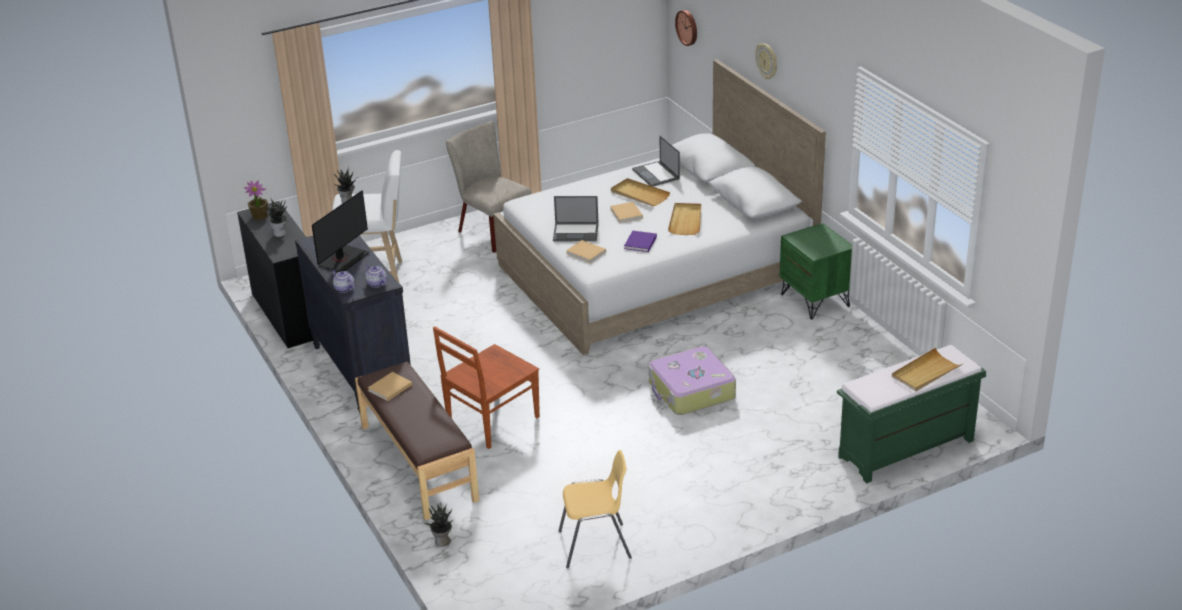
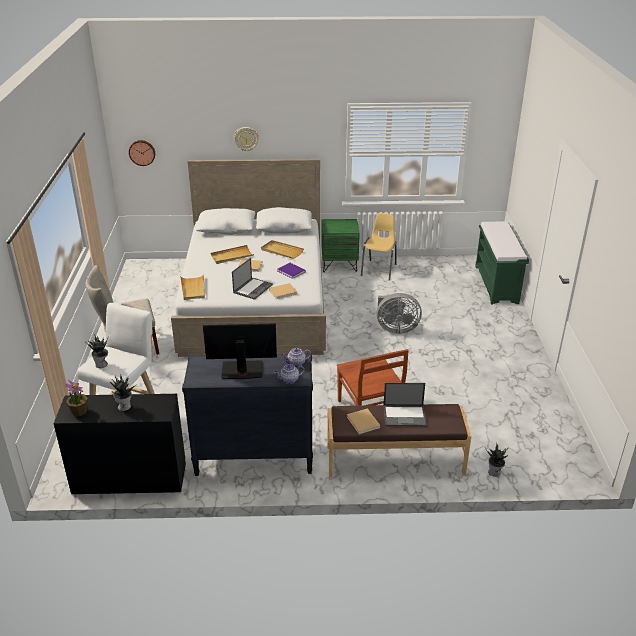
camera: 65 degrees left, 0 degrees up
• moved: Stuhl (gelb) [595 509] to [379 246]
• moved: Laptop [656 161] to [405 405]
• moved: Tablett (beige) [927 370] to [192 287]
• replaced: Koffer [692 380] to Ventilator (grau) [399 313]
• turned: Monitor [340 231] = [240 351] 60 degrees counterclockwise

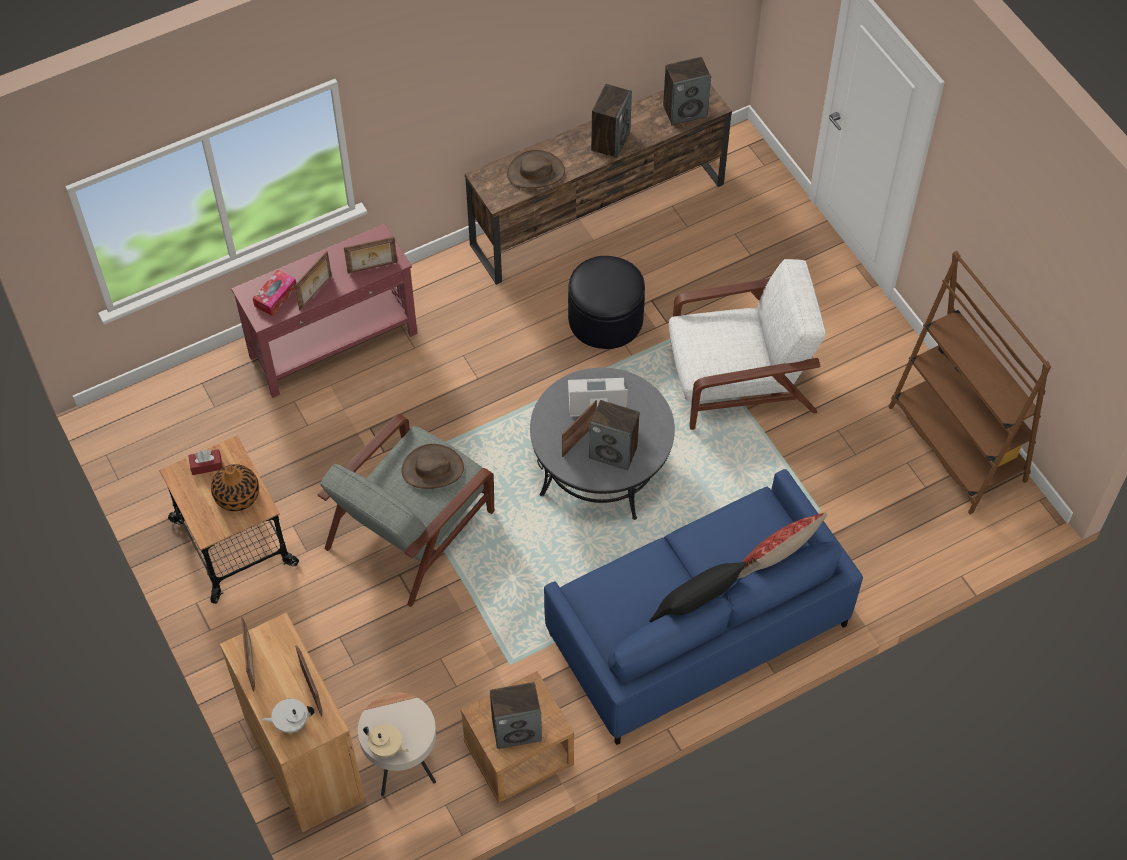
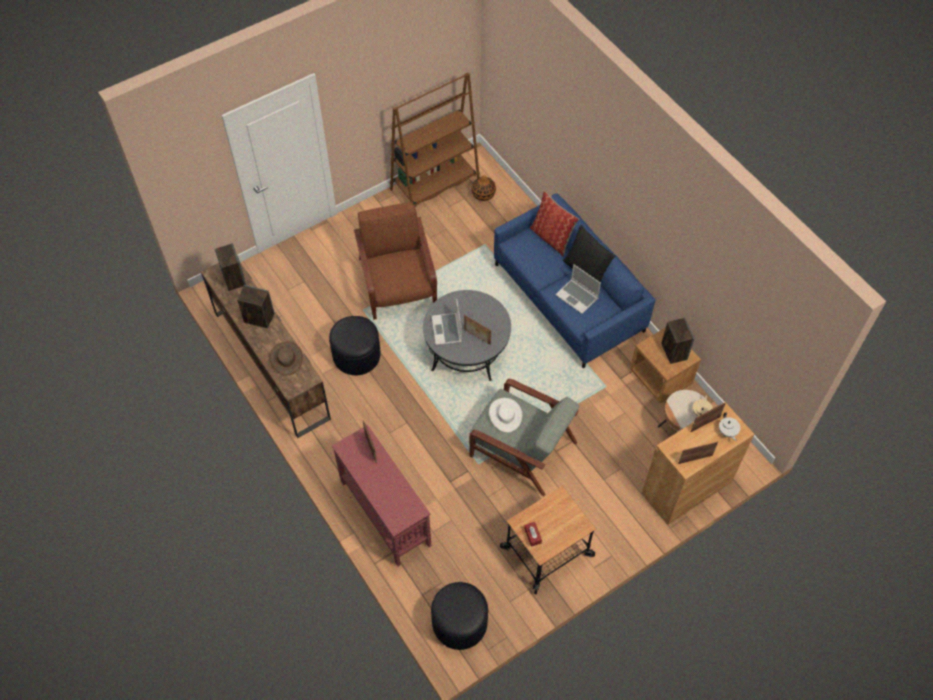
camera: 95 degrees left, 0 degrees up
• removed: Taschentuchbox [274 293]
• removed: Bilderrahmen [313 280]
• removed: Lautsprecher [614 435]
• added: Polsterhocker (schwarz) [459 616]
• added: Laptop [578 289]
• moved: Vase [235 487] to [483 188]
• recoloured: Hut (braun) [433 466] to Hut (weiß) [505 415]
• recoloured: Sessel (weiß) [747 344] to Sessel (braun) [395 261]

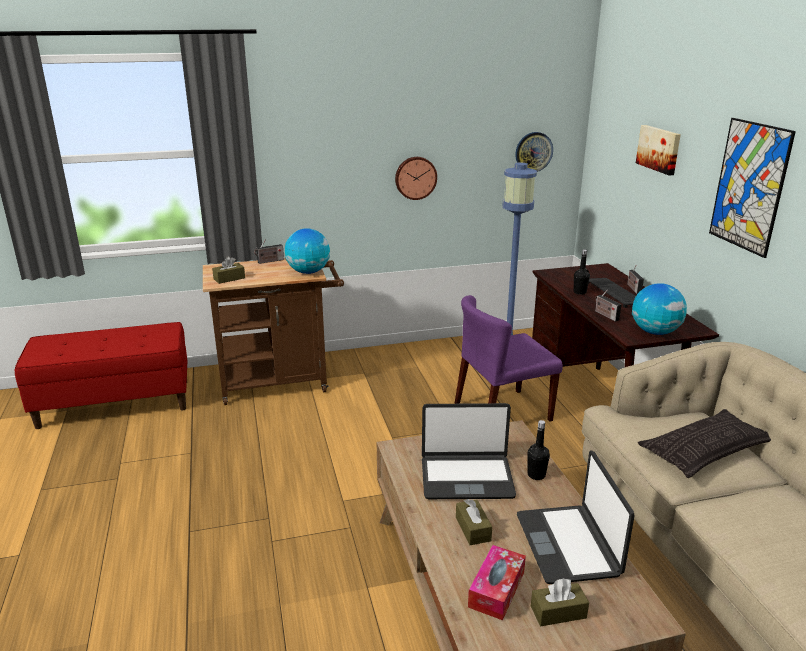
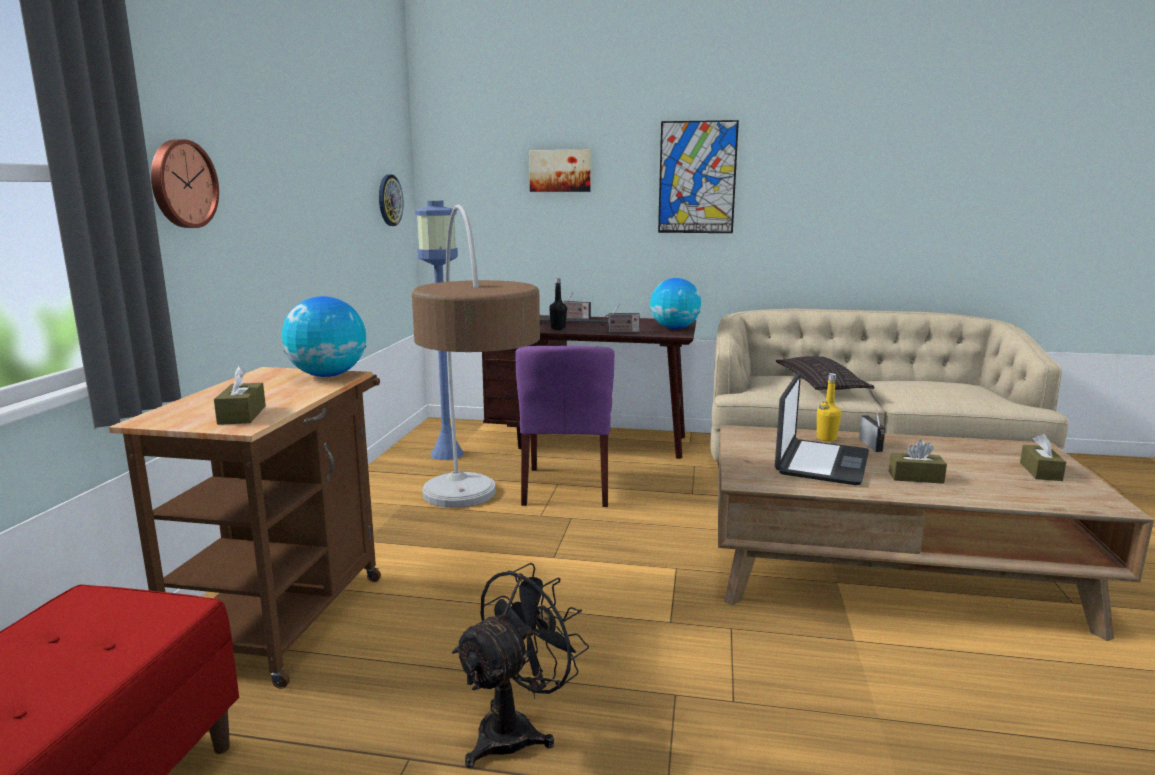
camera: 65 degrees left, 10 degrees down
• removed: Taschentuchbox [497 582]
• removed: Laptop [575 517]
• added: Stehlampe [476 356]
• added: Ventilator (schwarz) [520 665]
• moved: Radio [269 251] to [872 431]
• moved: Wanduhr [416 178] to [185 183]
• recoloured: Flasche (schwarz) [538 450] to Flasche (gelb) [829 407]

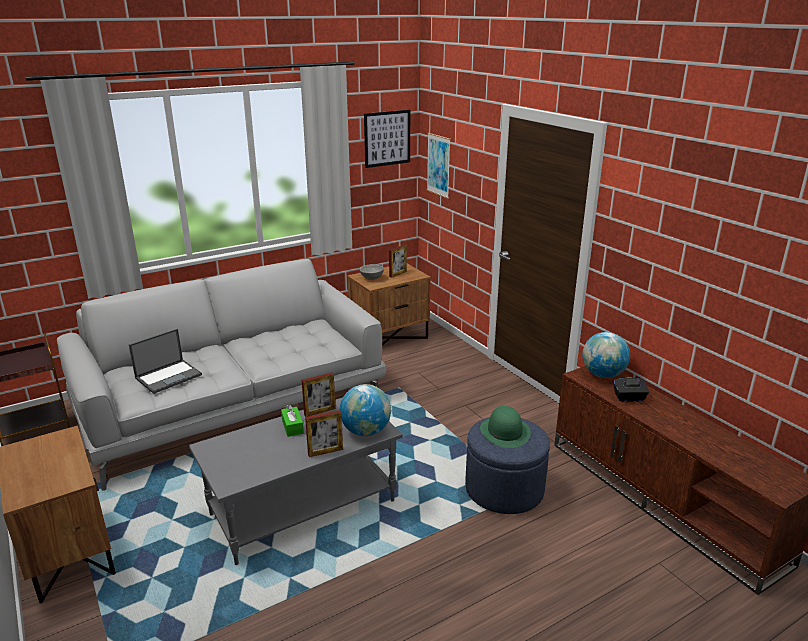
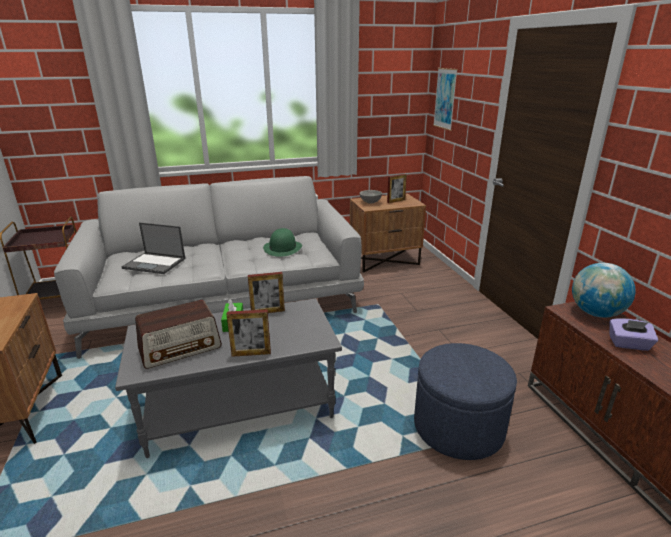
camera: 15 degrees right, 0 degrees up
• removed: Globus [365 410]
• removed: Bild [387 139]
• added: Radio [178 334]
• moved: Hut (grün) [505 427] to [282 242]
• recoloured: Taschentuchbox (schwarz) [631 389] to Taschentuchbox (lila) [633 334]
• turned: Laptop [165 361] = [153 248] 45 degrees clockwise

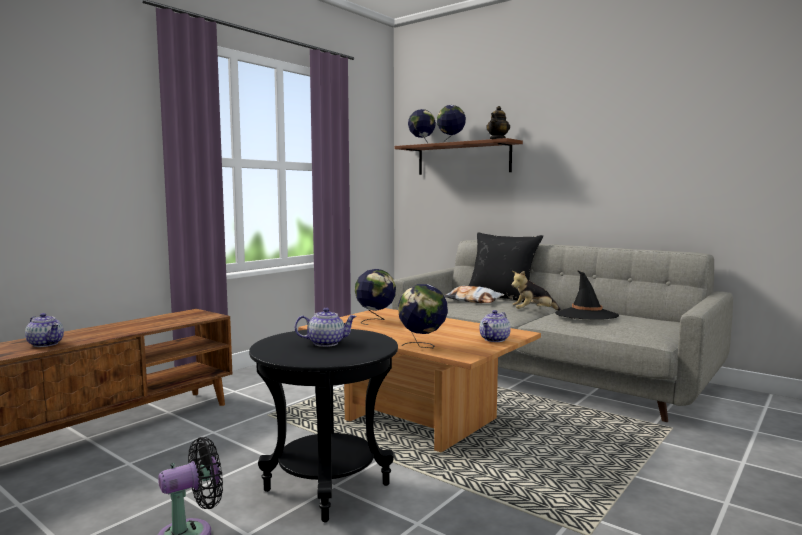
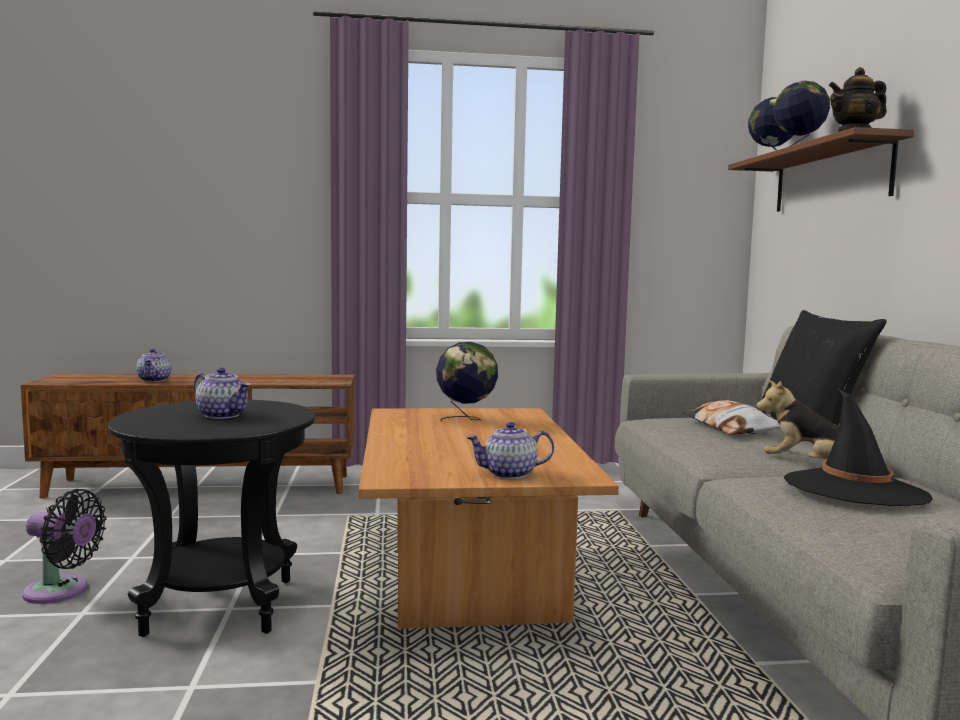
camera: 45 degrees right, 0 degrees up
• removed: Globus [423 316]

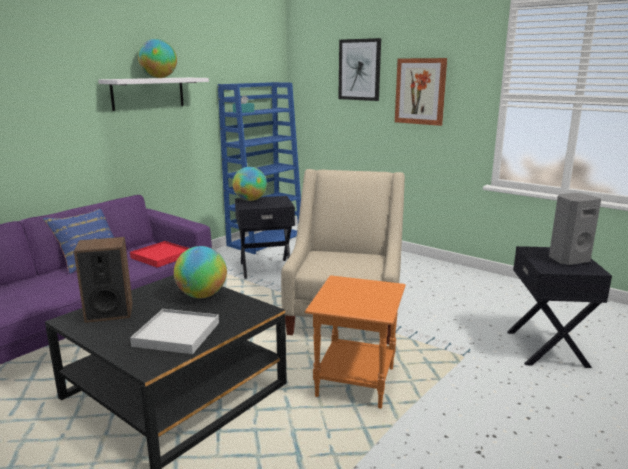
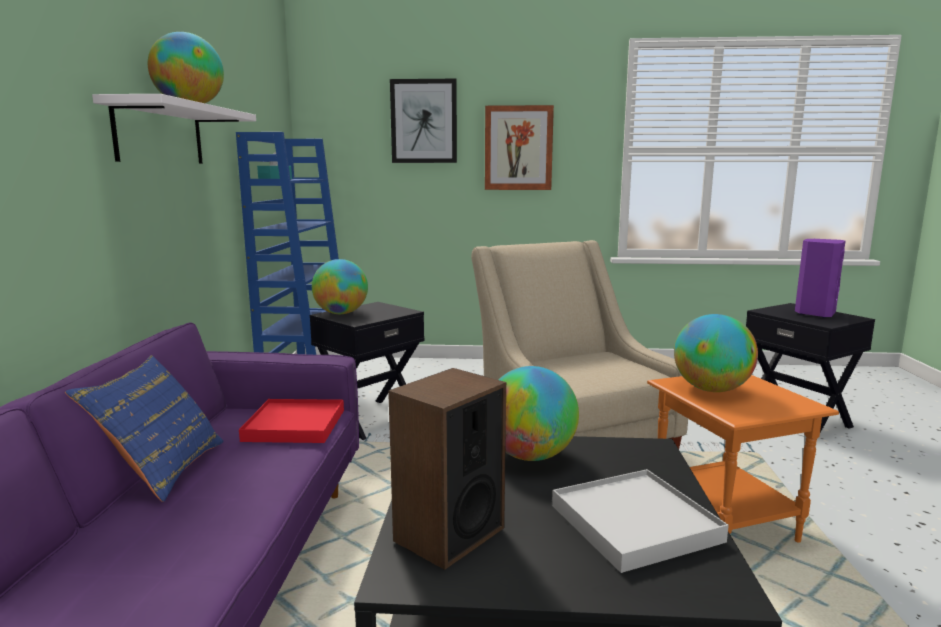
camera: 35 degrees left, 5 degrees down
• added: Globus [716 353]
• recoloured: Lautsprecher (grau) [575 229] to Lautsprecher (lila) [820 278]

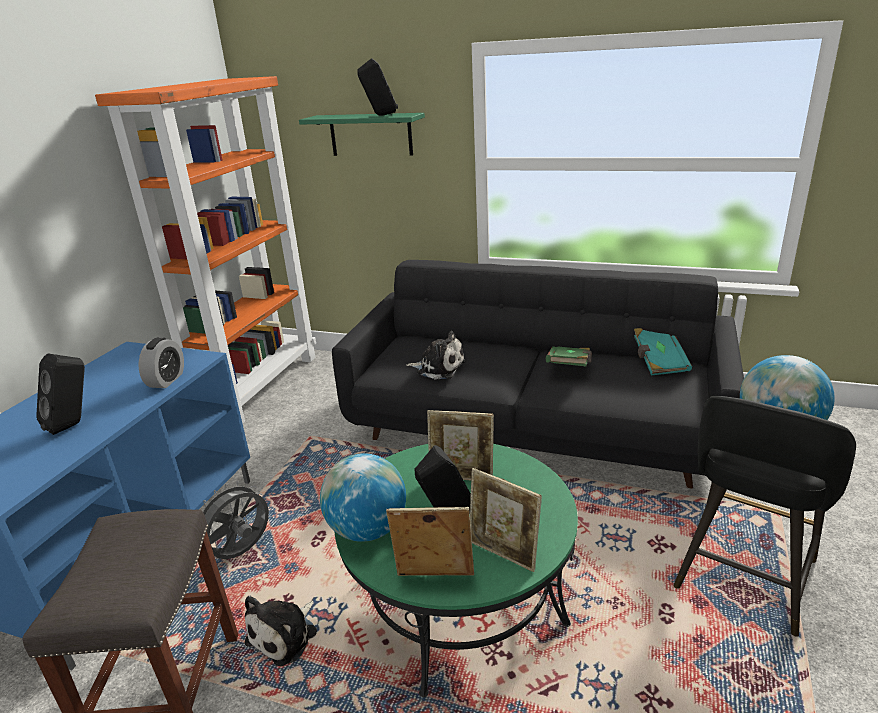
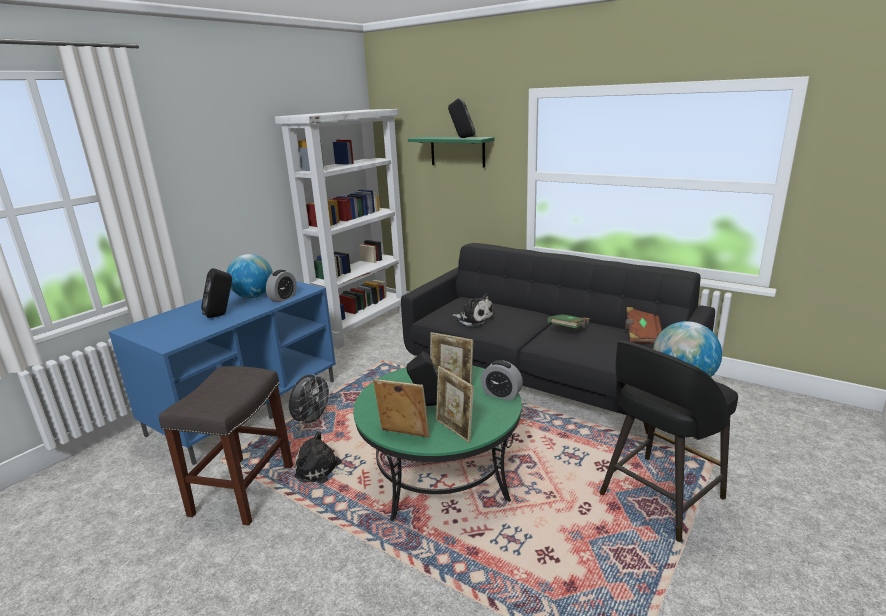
camera: 15 degrees right, 5 degrees down
• added: Wecker [502 380]
• moved: Globus [363 497] to [250 276]
• recoloured: Bücherregal (orange) [205 250] to Bücherregal (weiß) [341 229]
• recoloured: Buch (türkis) [663 351] to Buch (braun) [643 325]
• turned: Ventilator (grau) [236 520] = [311 400] 150 degrees clockwise
• turned: Plüschtier [281 631] = [322 457] 60 degrees clockwise

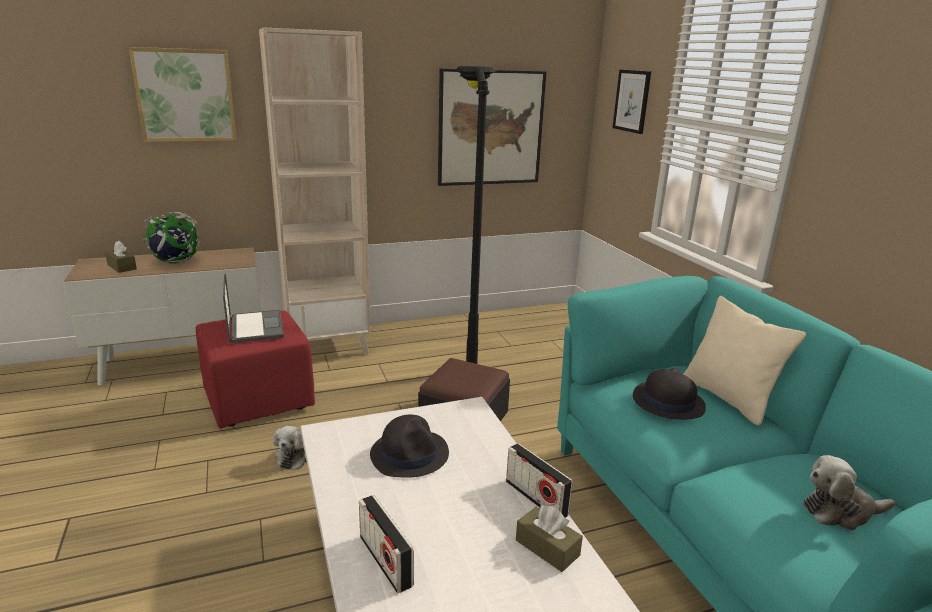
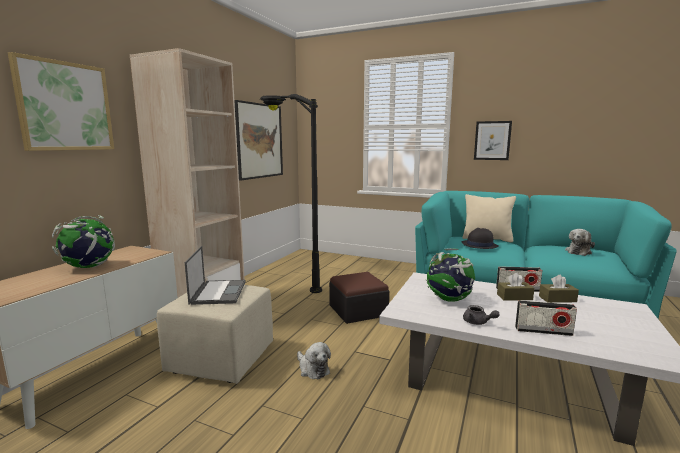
camera: 45 degrees left, 10 degrees down
• added: Teekanne (grau) [481 315]
• moved: Taschentuchbox (braun) [121 257] to [515 287]
• moved: Bild [631 102] to [493 140]
• replaced: Hut (schwarz) [409 446] to Globus [450 275]
• recoloured: Polsterhocker (rot) [255 369] to Polsterhocker (beige) [215 334]
• turned: Laptop [253 308] = [215 275] 60 degrees clockwise

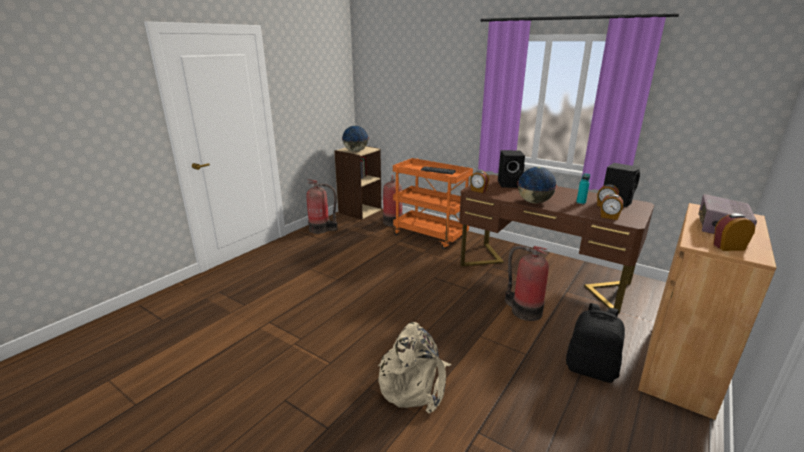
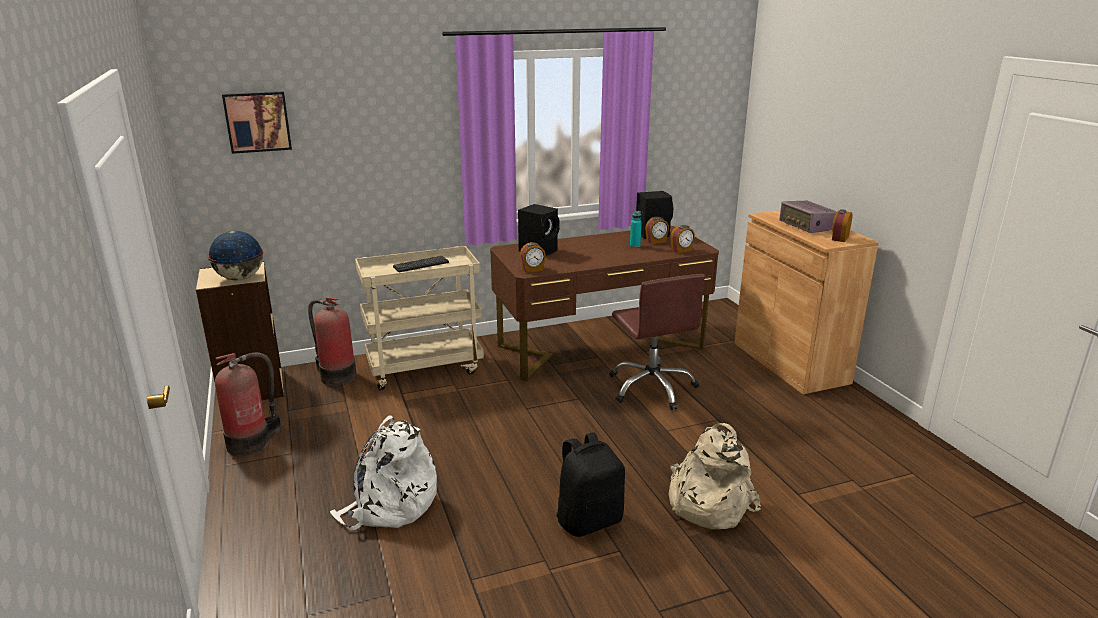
camera: 55 degrees left, 0 degrees up
• removed: Globus [537 185]
• added: Bild [257 122]
• added: Rucksack (weiß) [383 473]
• moved: Rucksack (schwarz) [595 343] to [590 484]
• replaced: Feuerlöscher [527 283] to Bürostuhl (braun) [657 342]
• recoloured: Rollwagen (orange) [433 203] to Rollwagen (beige) [419 318]

